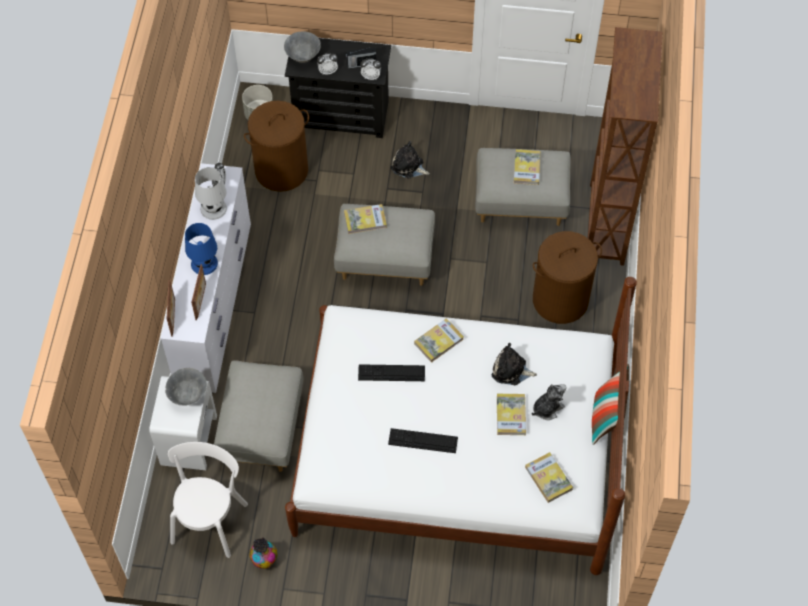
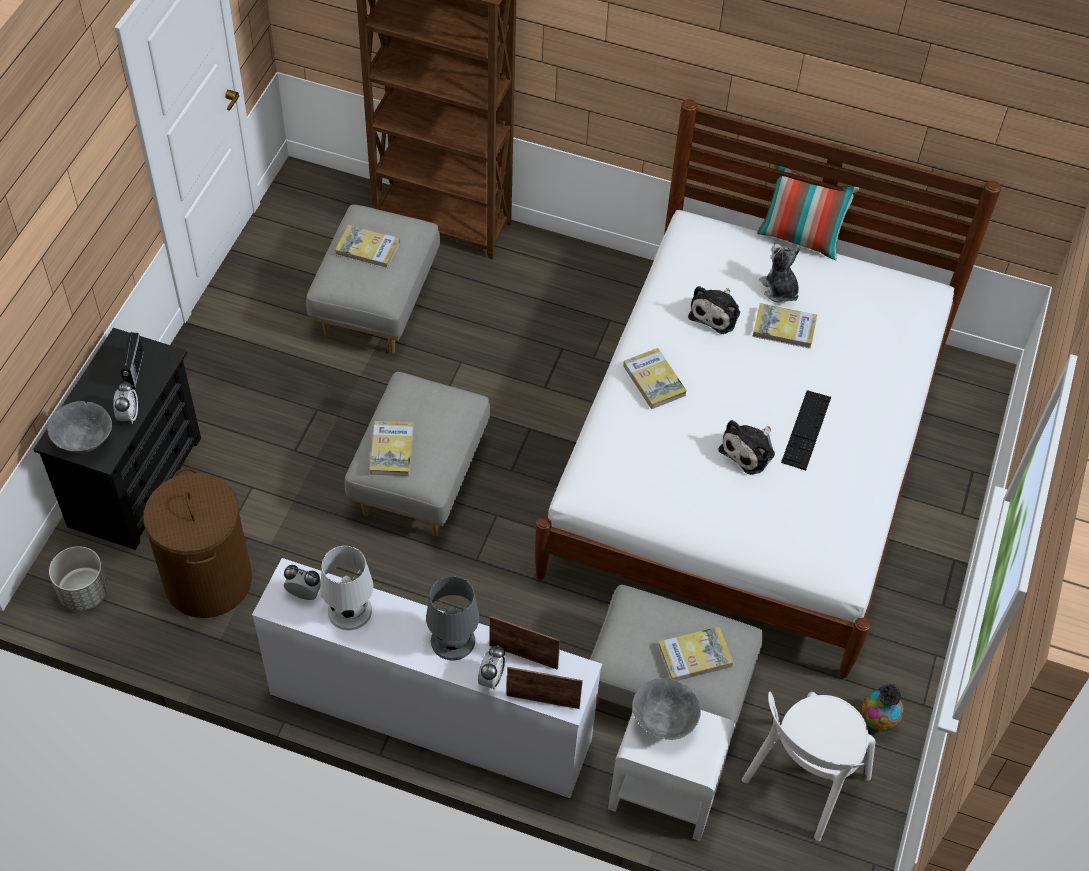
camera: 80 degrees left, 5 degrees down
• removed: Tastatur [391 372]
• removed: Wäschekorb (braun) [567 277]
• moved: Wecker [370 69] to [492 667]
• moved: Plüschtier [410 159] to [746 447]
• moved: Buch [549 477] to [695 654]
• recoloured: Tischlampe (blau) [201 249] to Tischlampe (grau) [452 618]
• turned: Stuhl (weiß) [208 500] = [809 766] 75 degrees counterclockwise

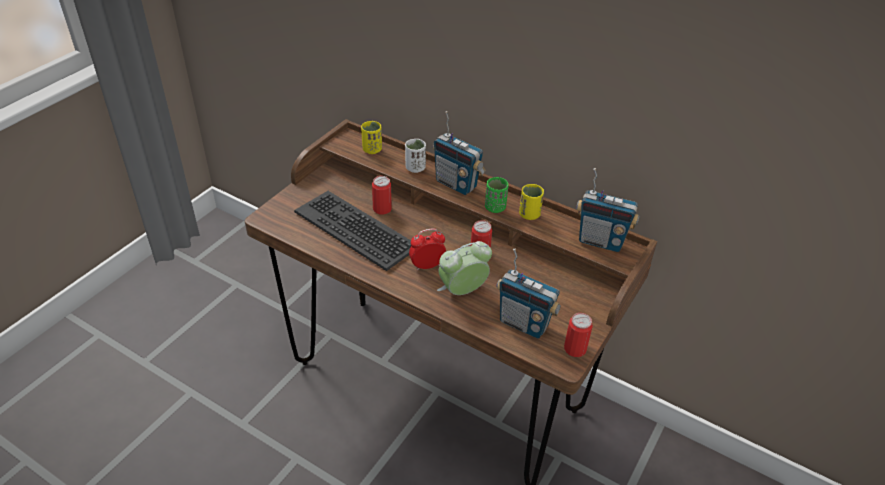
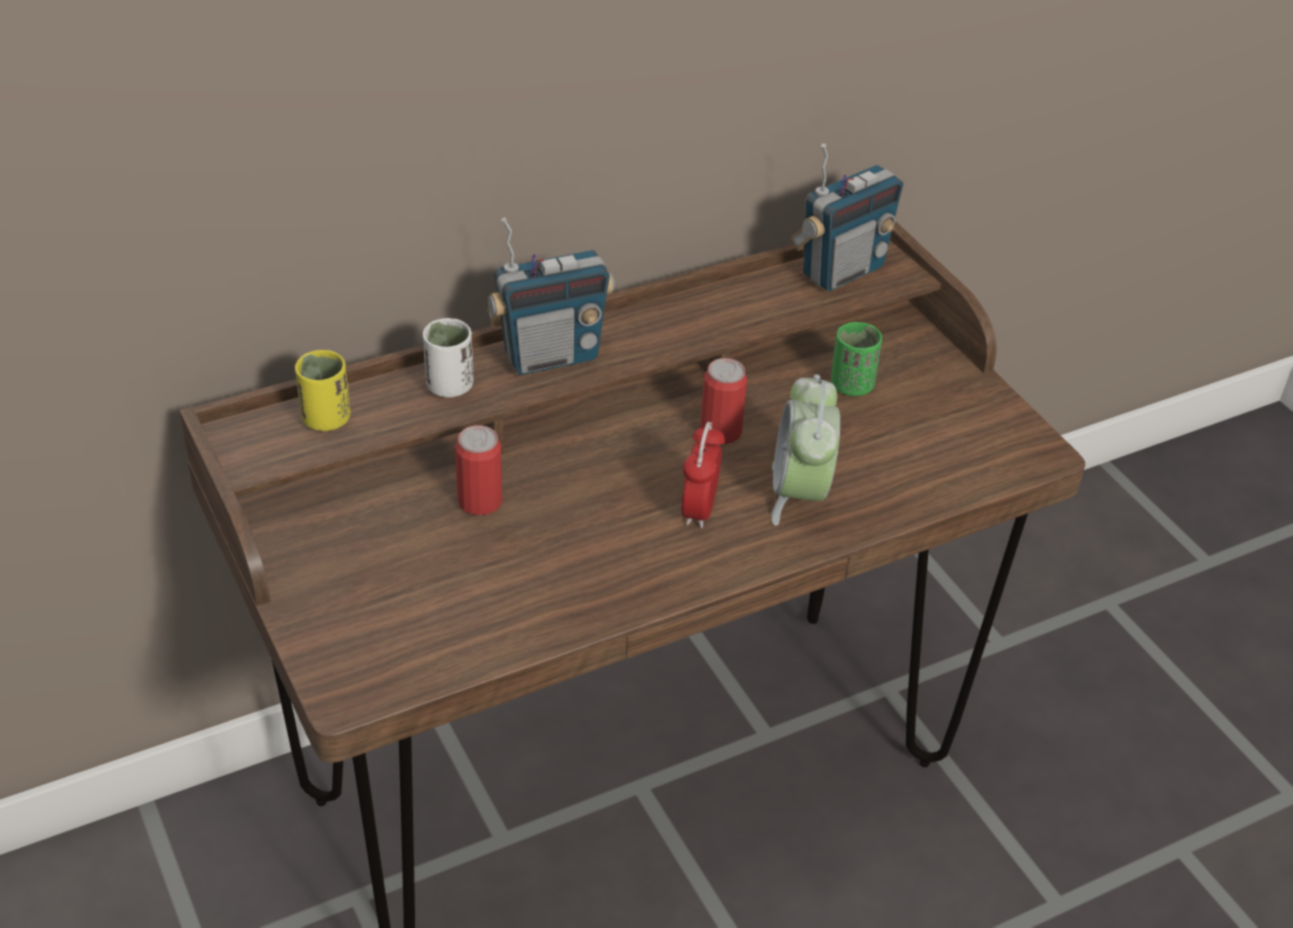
camera: 60 degrees left, 0 degrees up
• removed: Tastatur [352 231]
• removed: Radio [528 294]
• removed: Tasse (gelb) [531 202]
• removed: Dose [578 335]
• moved: Tasse (grün) [497 195] to [856 359]

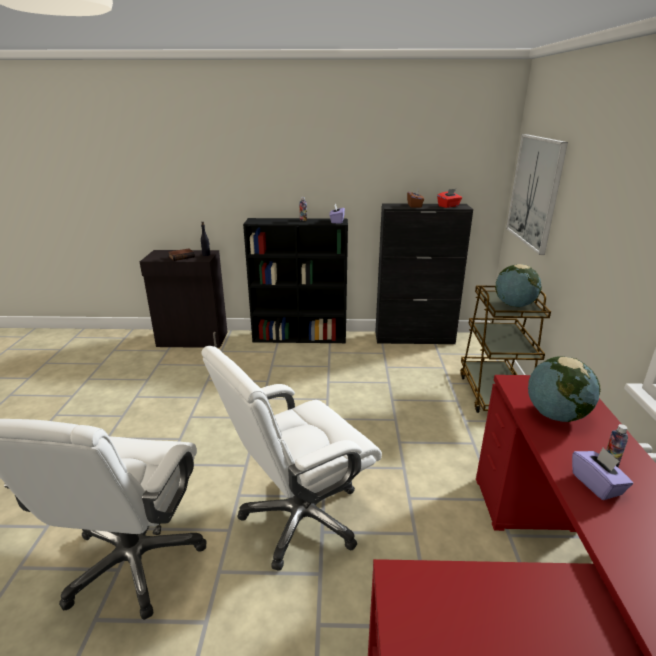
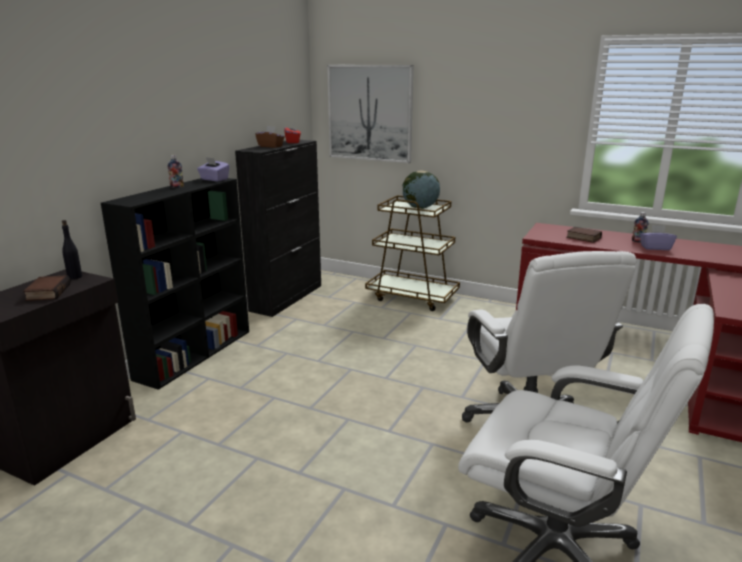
camera: 65 degrees left, 5 degrees down
• replaced: Globus [564 389] to Buch [584 235]

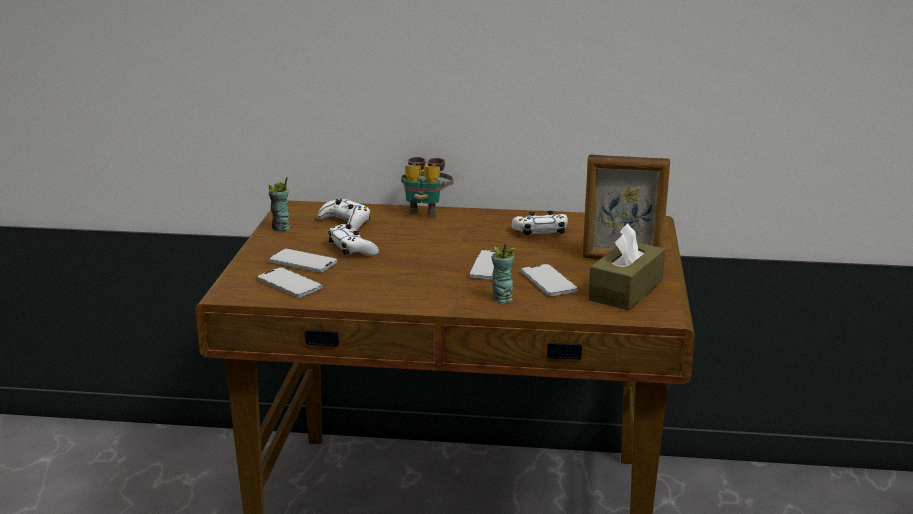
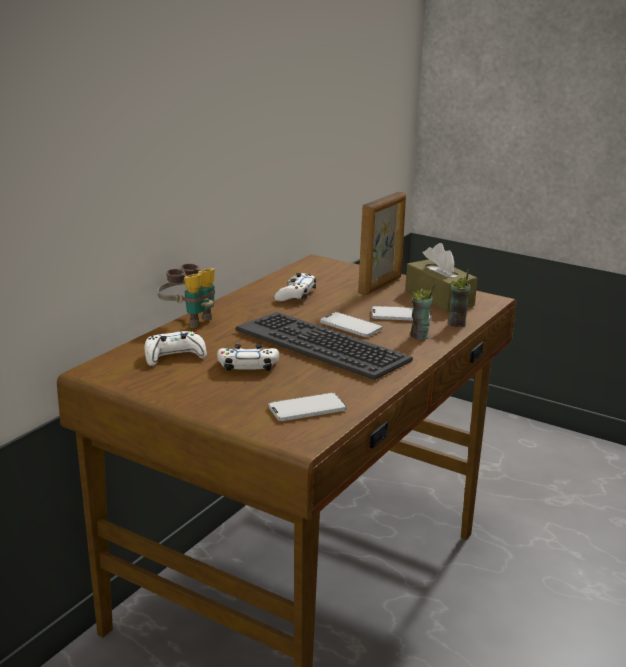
camera: 65 degrees left, 0 degrees up
• removed: Handy [303 260]
• added: Tastatur [324 346]
• moved: Tasse [279 204] to [459 298]

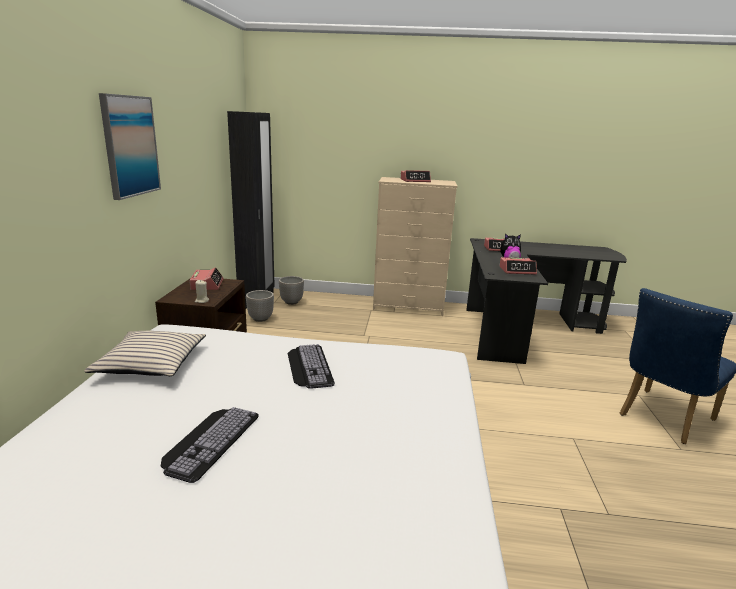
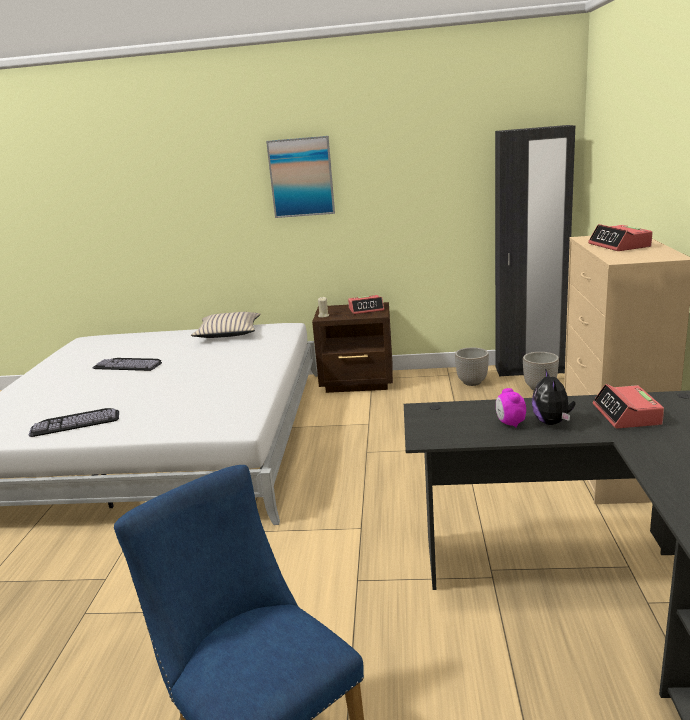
camera: 90 degrees right, 0 degrees up
• removed: Wecker [518 265]
• moved: Tastatur [311 366] to [74 422]

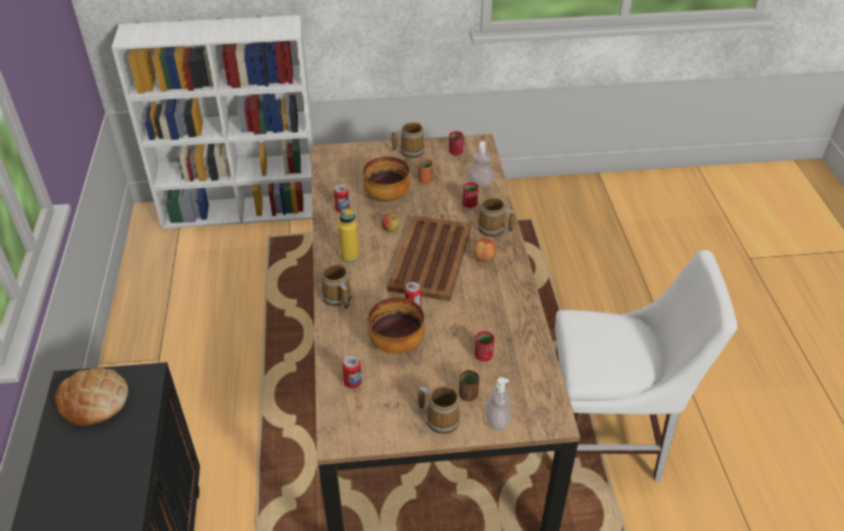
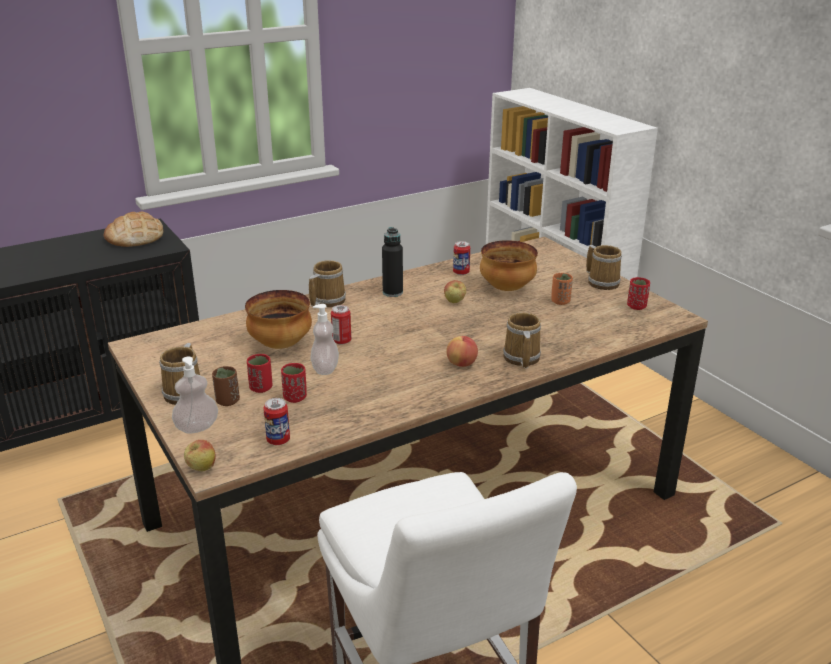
camera: 65 degrees right, 15 degrees down
• removed: Tablett (braun) [429 258]
• added: Apfel [200 455]
• moved: Dose [352 372] to [276 421]
• moved: Tasse (rot) [470 195] to [259 373]
• moved: Seifenspender [481 163] to [324 339]
• recoloured: Flasche (gelb) [348 236] to Flasche (schwarz) [392 262]

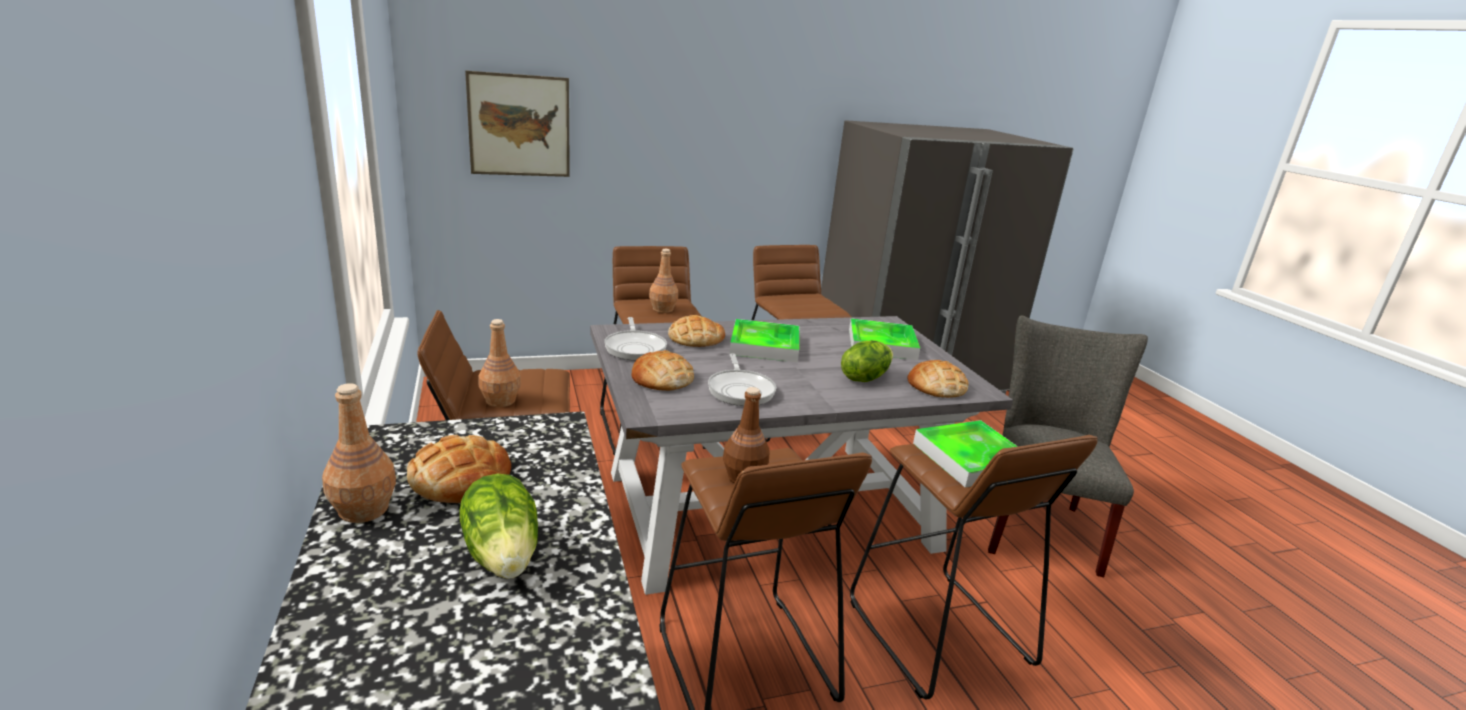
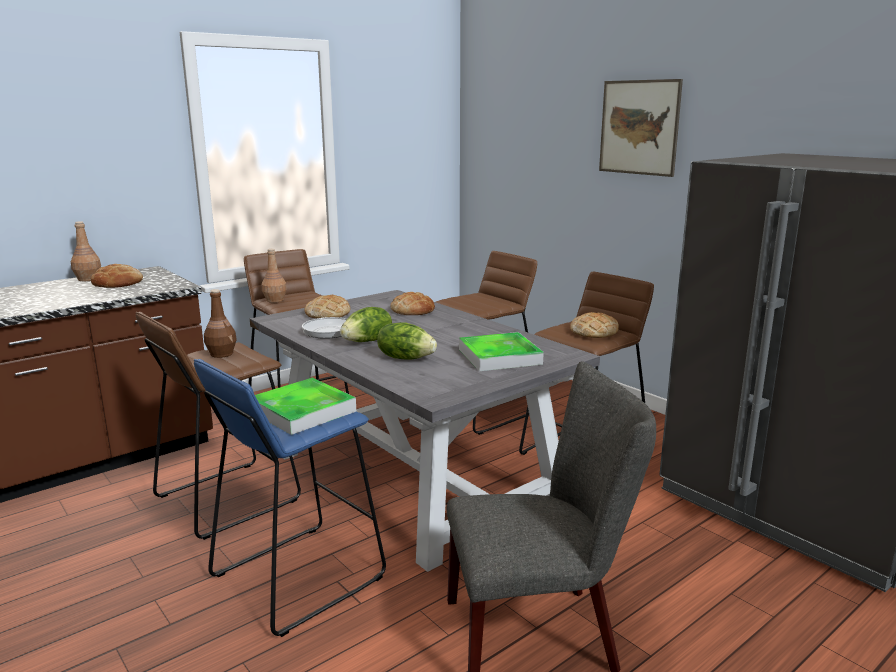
camera: 70 degrees right, 5 degrees down
• removed: Pfanne [635 339]
• removed: Flasche (braun) [663 281]
• removed: Tablett [764 340]
• moved: Salatkopf [498 526] to [366 324]
• moved: Bild [517 123] to [641 128]
• moved: Brot [938 379] to [594 325]
• recoloured: Hocker (braun) [974 567] to Hocker (blau) [290 498]

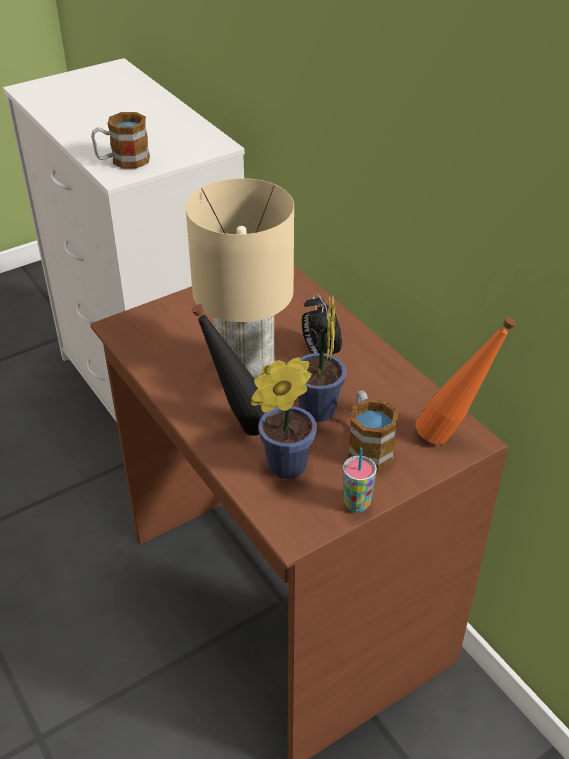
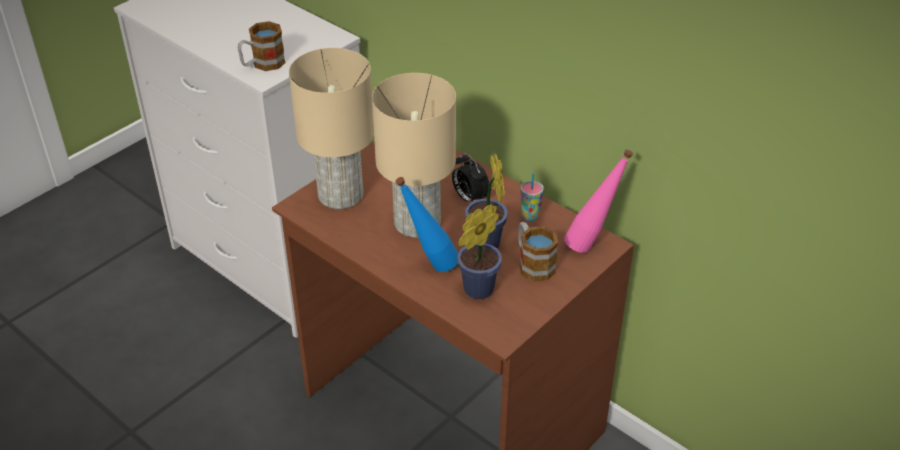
camera: 15 degrees left, 0 degrees up
• added: Tischlampe (beige) [331 128]
• moved: Tasse [360 480] to [532 197]
• recoloured: Flasche (schwarz) [228 370] to Flasche (blau) [426 224]
• recoloured: Flasche (orange) [465 381] to Flasche (rosa) [598 201]

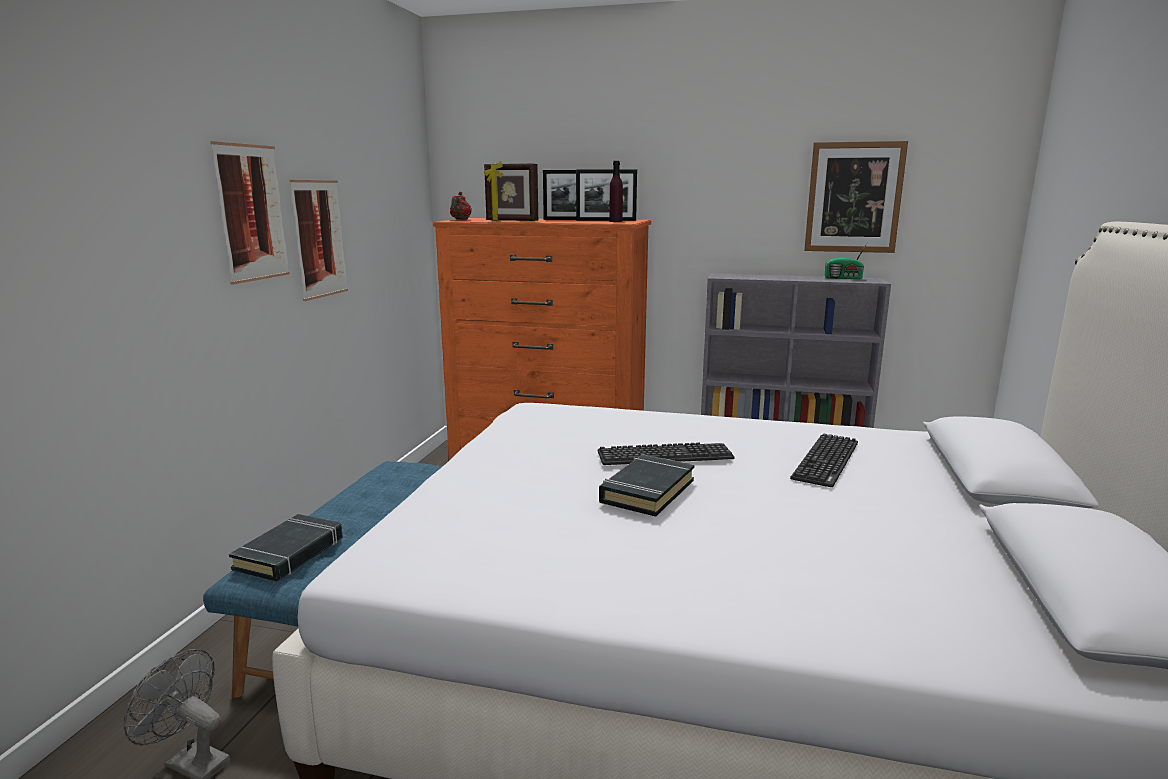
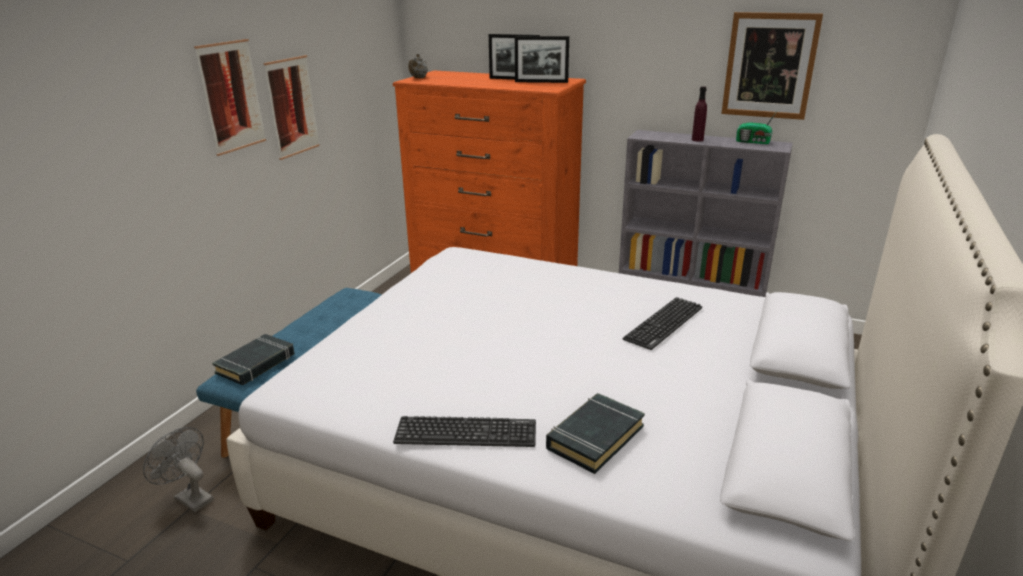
camera: 10 degrees right, 10 degrees up
• removed: Bilderrahmen [511 191]
• moved: Tastatur [666 454] to [464 431]
• moved: Buch (schwarz) [646 485] to [595 433]
• moved: Flasche (lila) [616 191] to [699 114]
• recoloured: Teekanne (rot) [461 206] to Teekanne (grau) [418 65]

